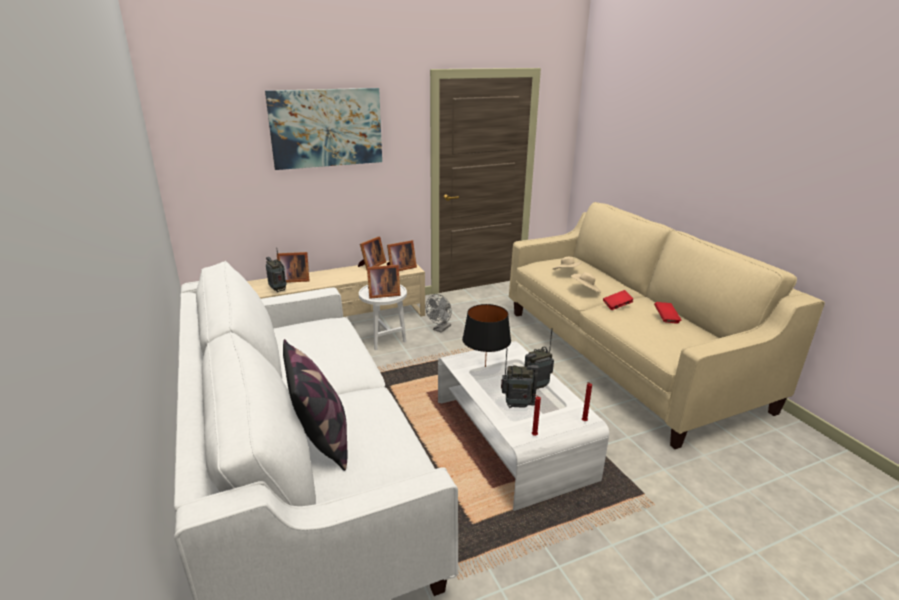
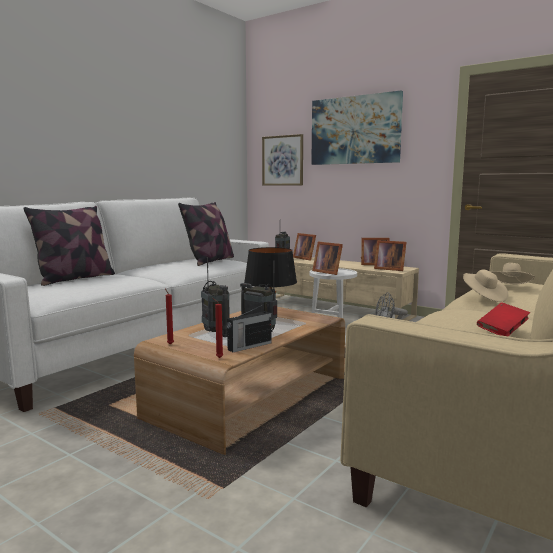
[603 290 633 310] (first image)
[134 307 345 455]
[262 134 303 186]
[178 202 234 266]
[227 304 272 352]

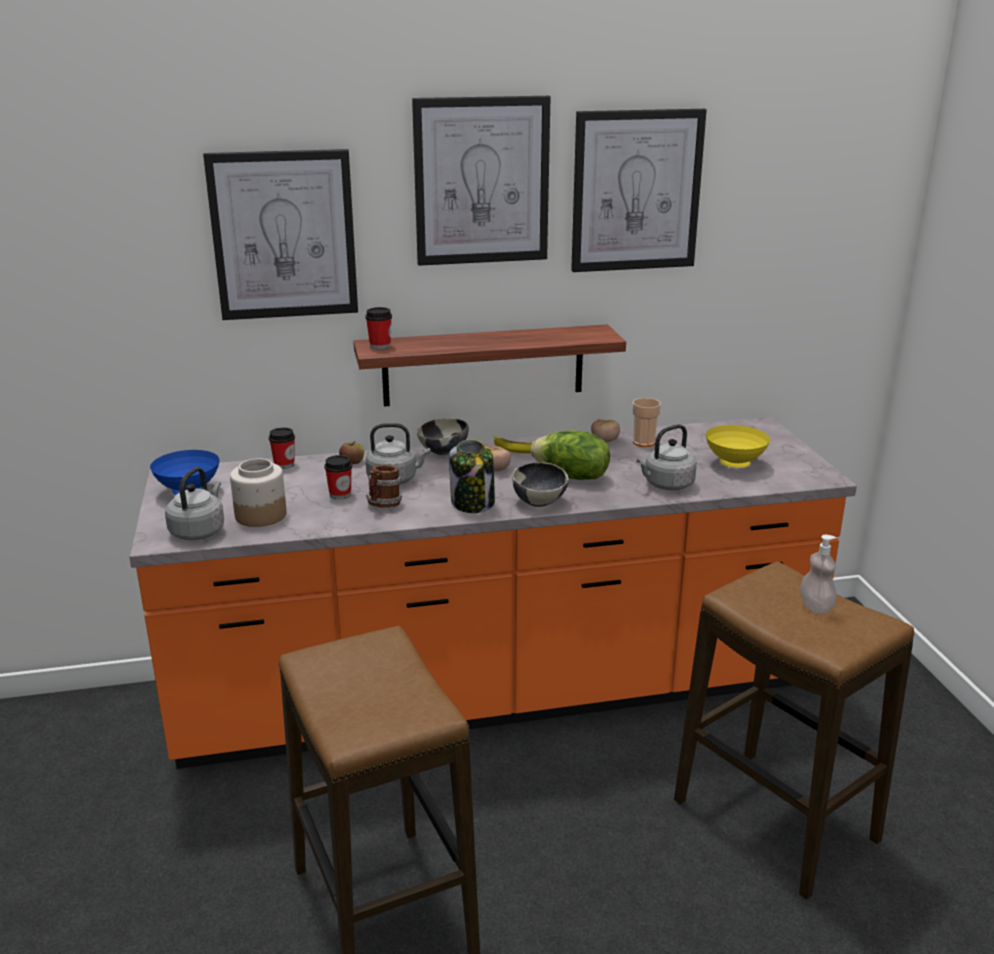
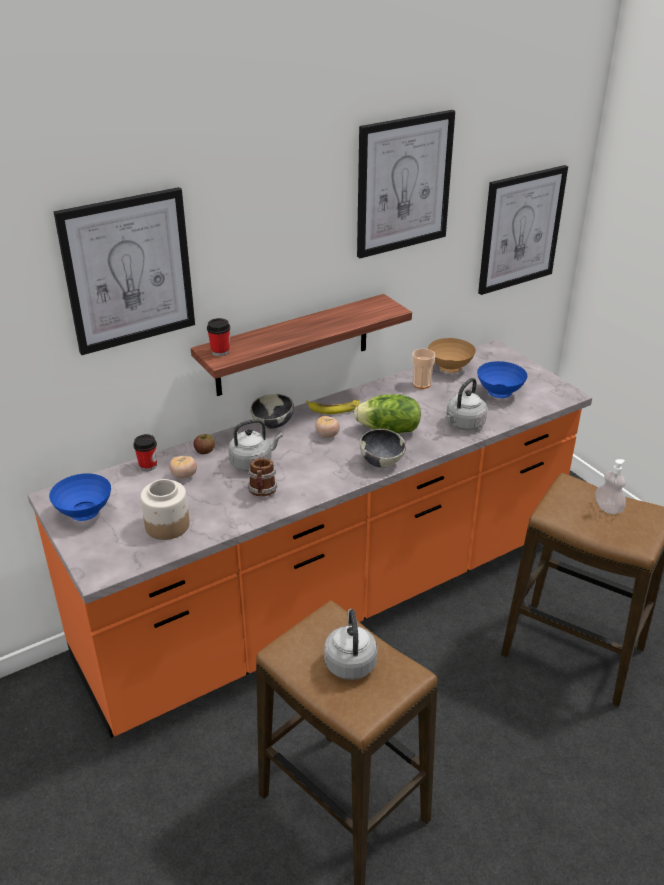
[478 165 568 295]
[169 456 197 479]
[477 361 527 398]
[449 439 495 513] (first image)
[324 455 352 500] (first image)
[324 609 377 680]
[428 338 476 373]

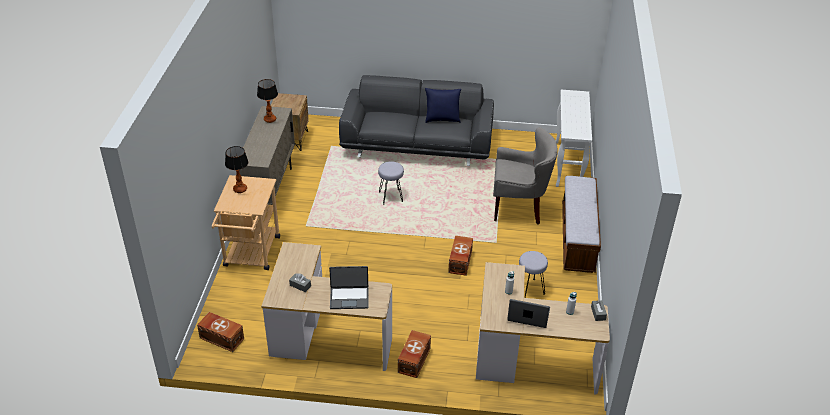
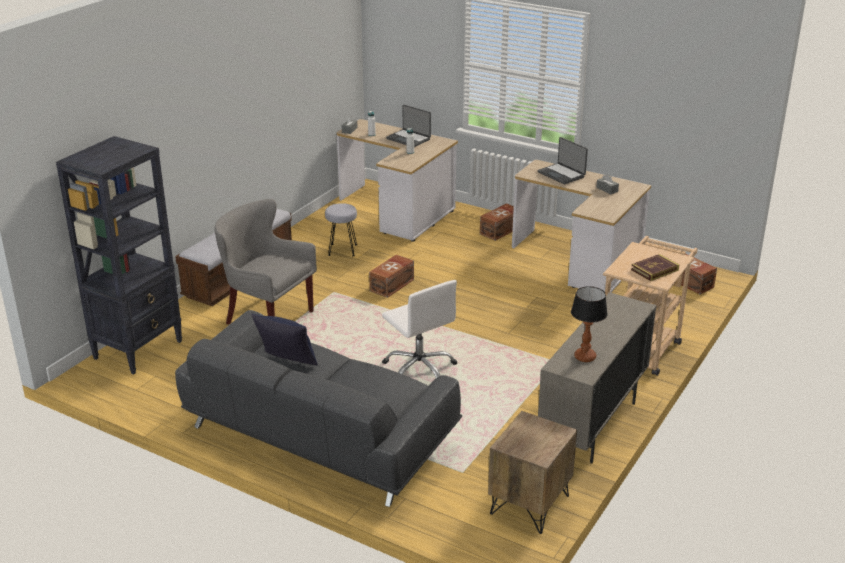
[56 136 182 375]
[631 254 679 281]
[382 280 457 378]
[538 137 588 184]

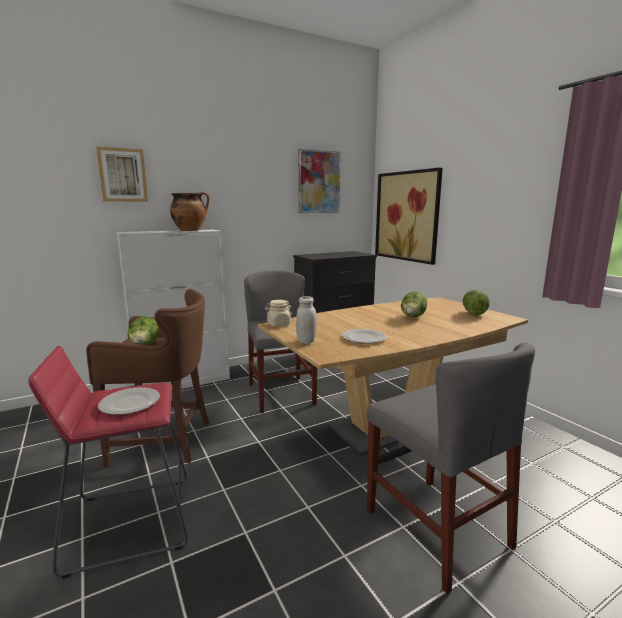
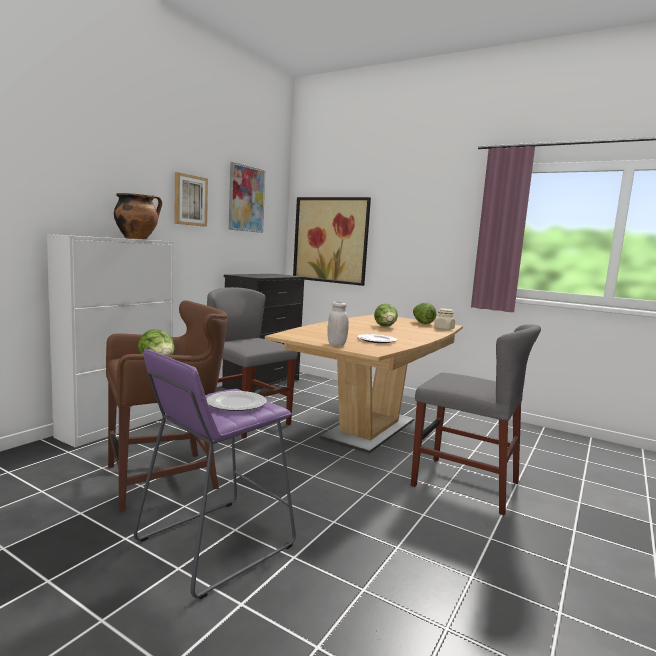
[174 172 208 227]
[434 309 455 330]
[134 349 296 600]

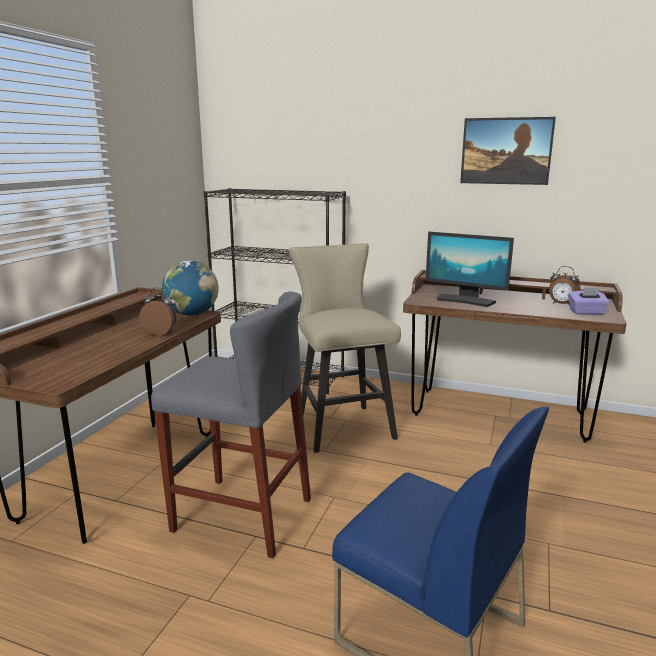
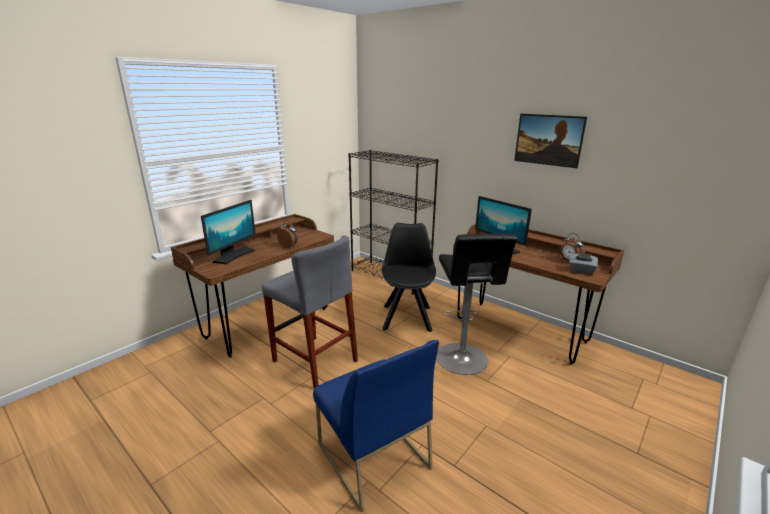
[382 223 436 332]
[162 261 218 316] (first image)
[569 252 598 274]
[201 200 256 265]
[436 233 517 375]

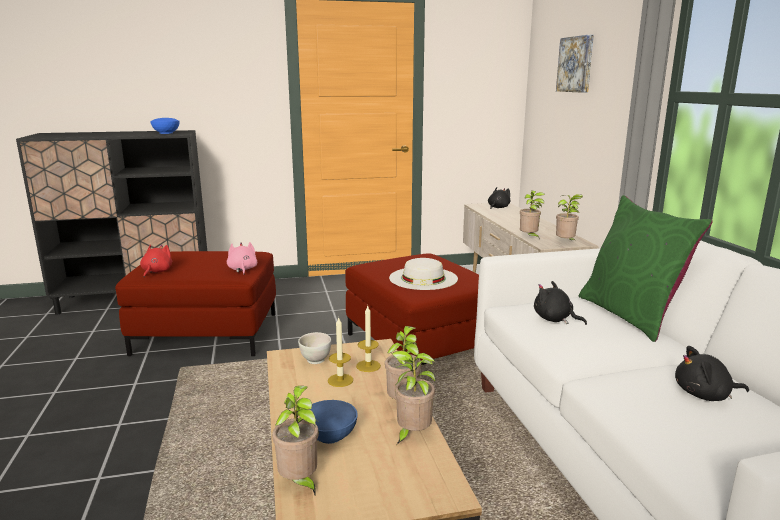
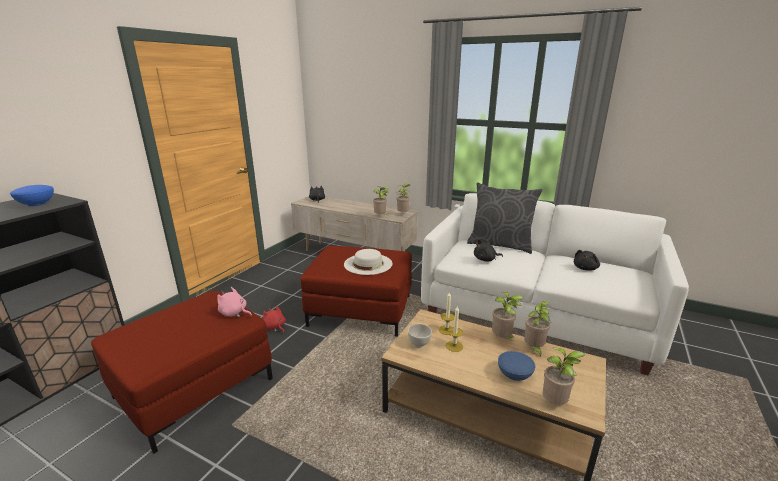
[556 35 594 93] (first image)
[467 182 542 254]
[263 306 286 333]

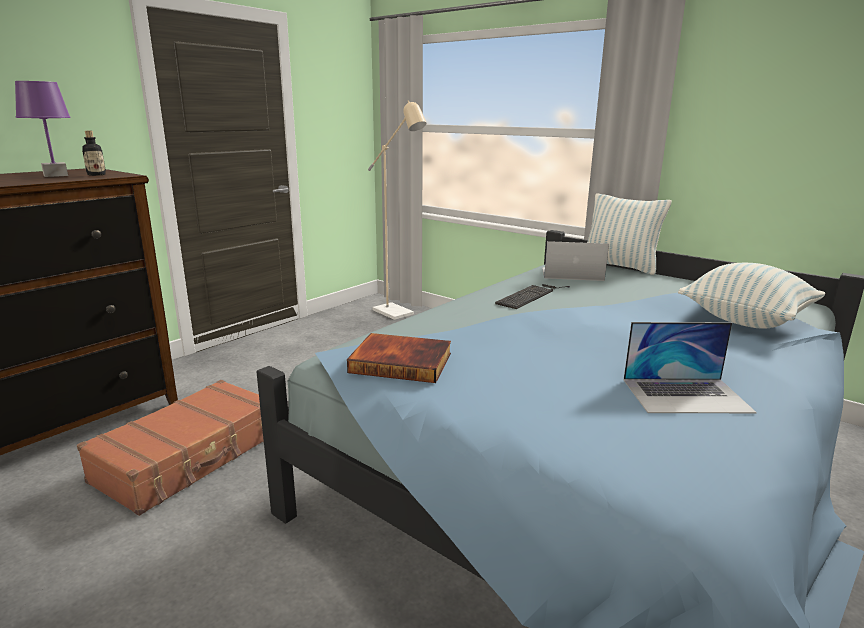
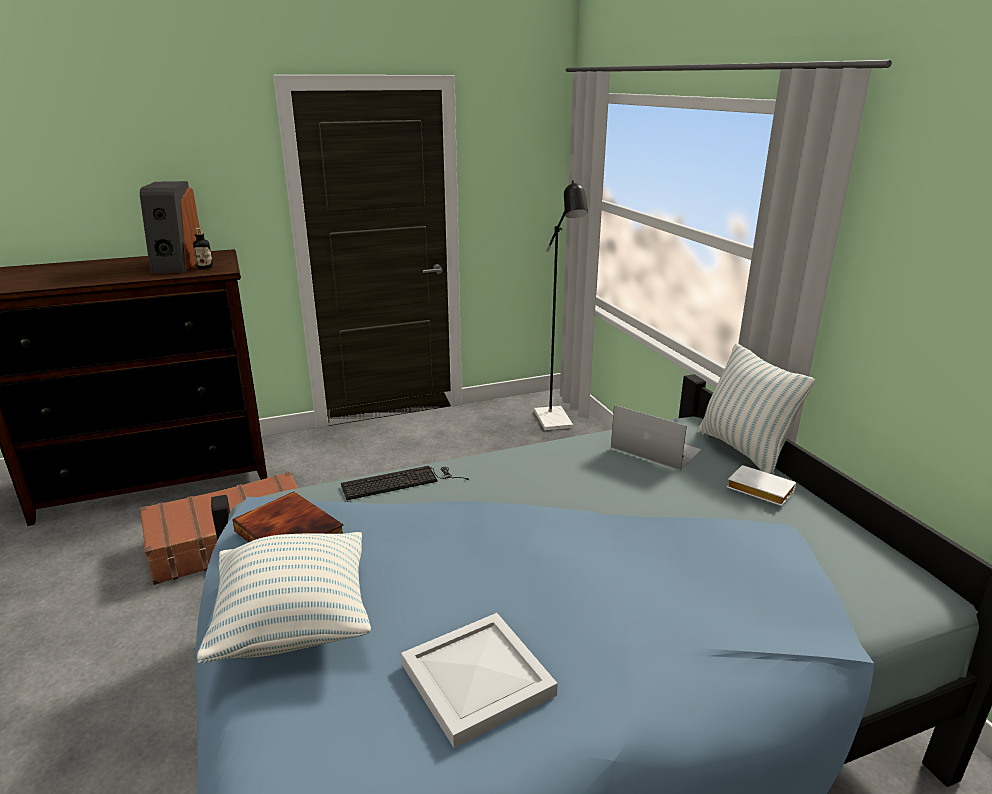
[140 181 200 273]
[534 180 588 430]
[197 532 371 664]
[341 466 469 500]
[401 613 558 748]
[727 465 796 506]

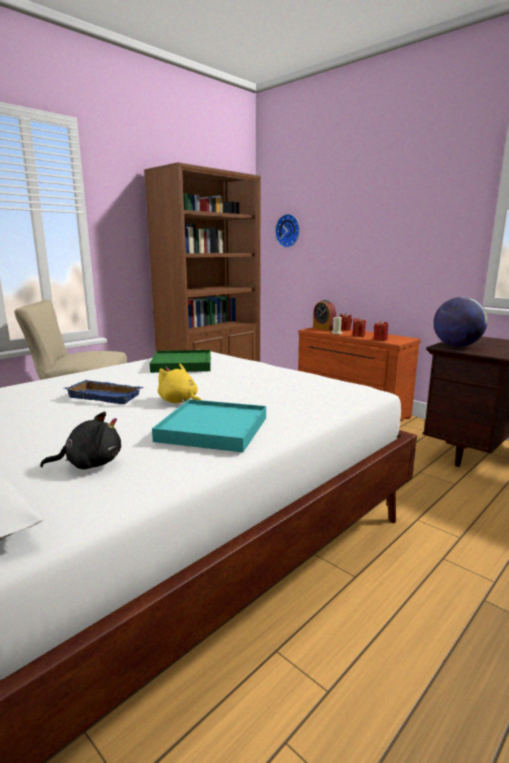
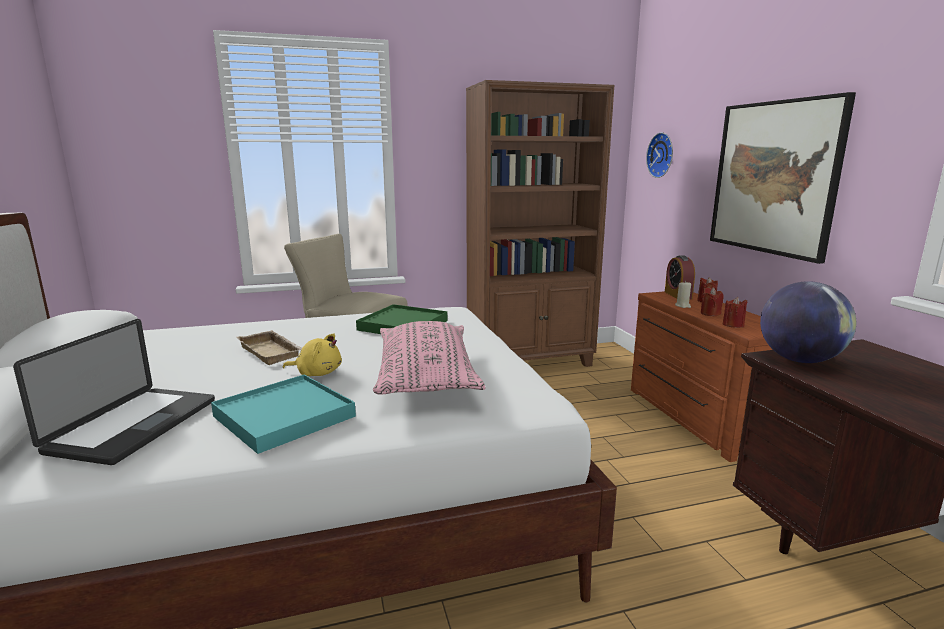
[283 333 342 376]
[237 330 302 365]
[13 319 215 465]
[710 92 856 264]
[373 321 485 395]

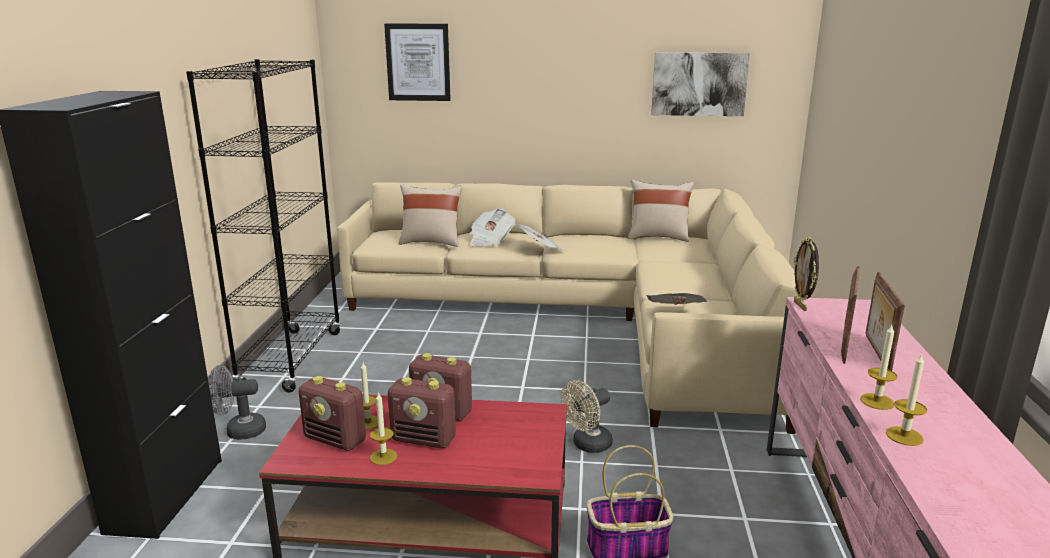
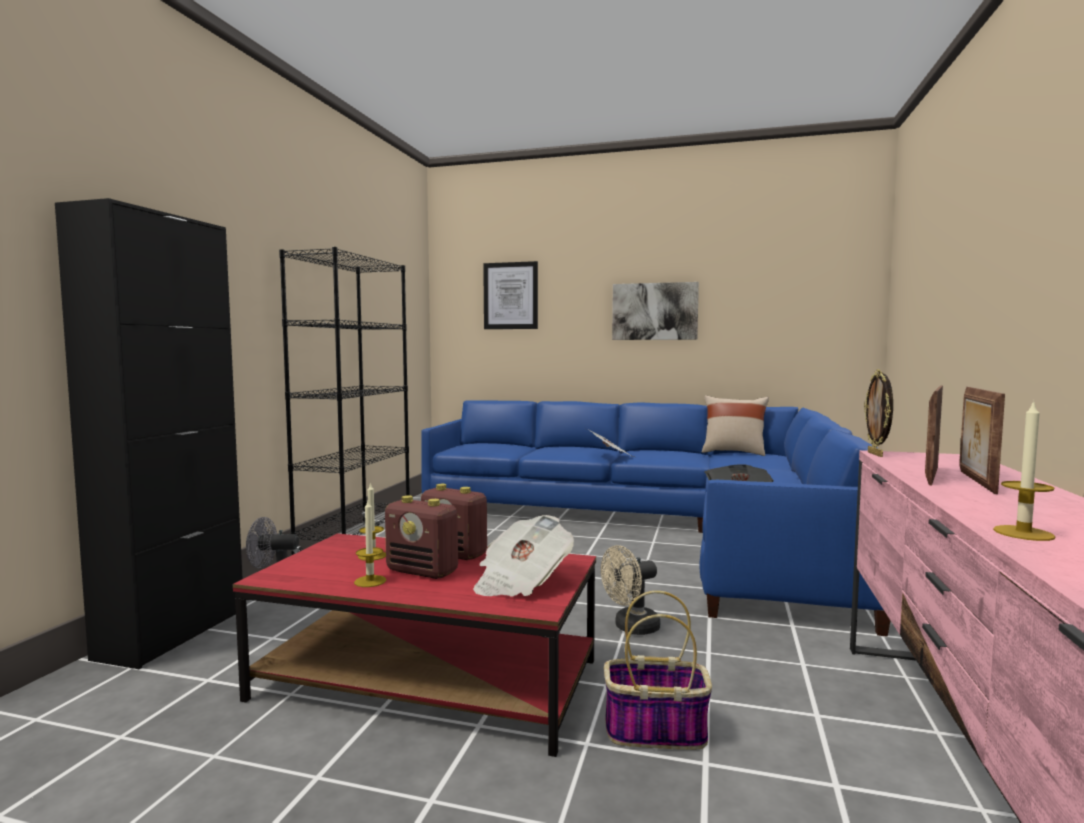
[612 282 699 340]
[421 400 890 637]
[398 184 462 247] (first image)
[473 515 574 597]
[860 325 897 410] (first image)
[299 376 366 451] (first image)

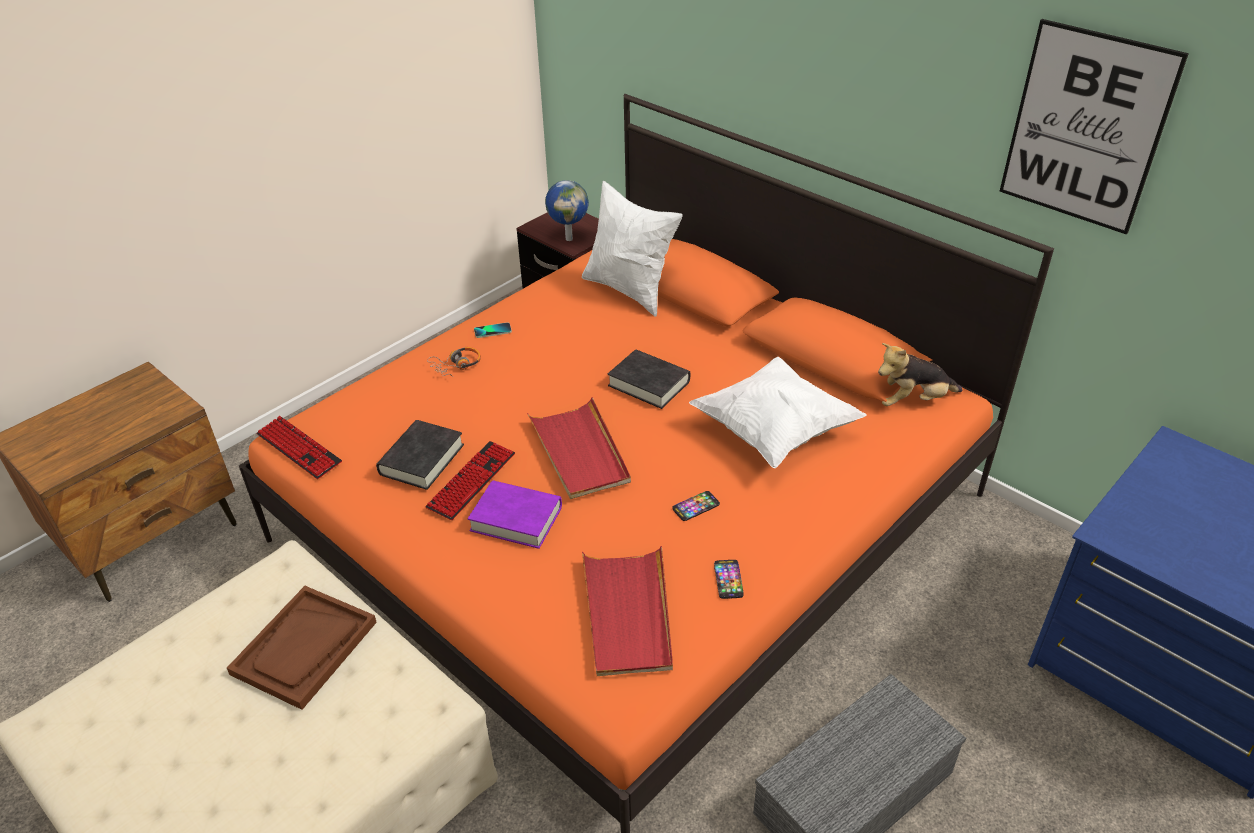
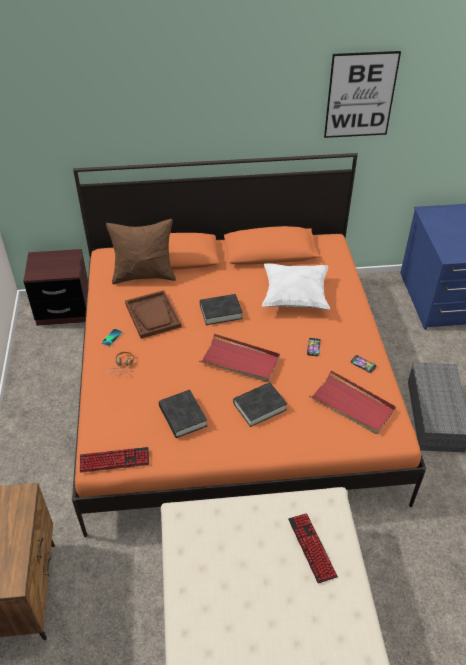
[545 180 589 241] (first image)
[106 219 176 284]
[878 343 963 406] (first image)
[288 513 338 584]
[233 382 287 427]
[125 290 182 339]

